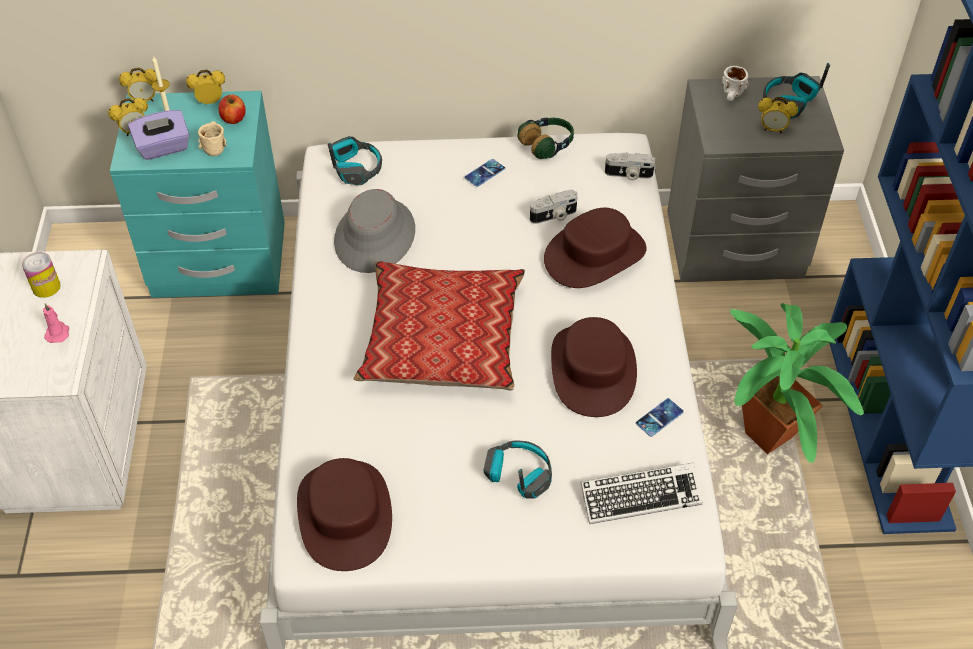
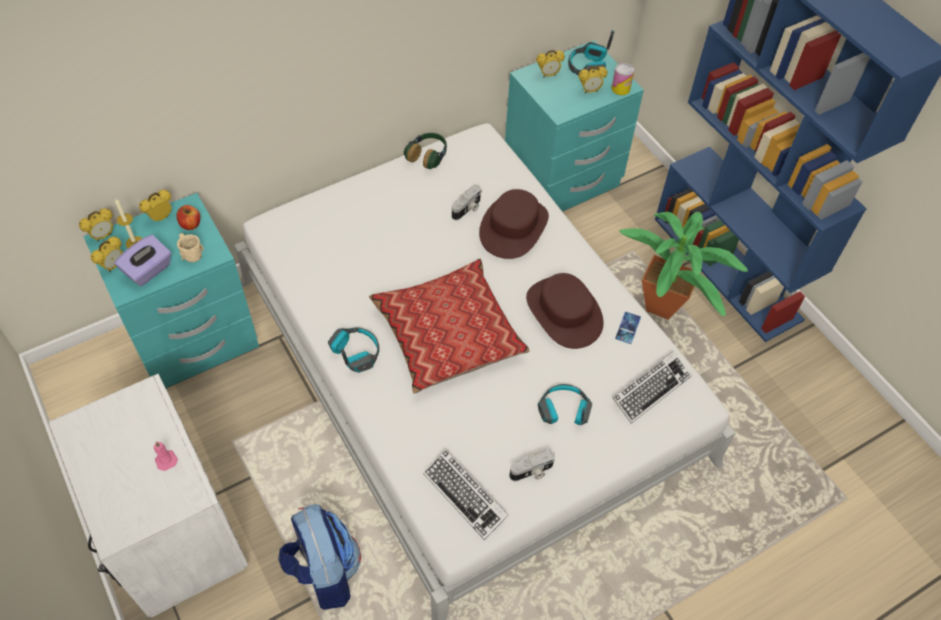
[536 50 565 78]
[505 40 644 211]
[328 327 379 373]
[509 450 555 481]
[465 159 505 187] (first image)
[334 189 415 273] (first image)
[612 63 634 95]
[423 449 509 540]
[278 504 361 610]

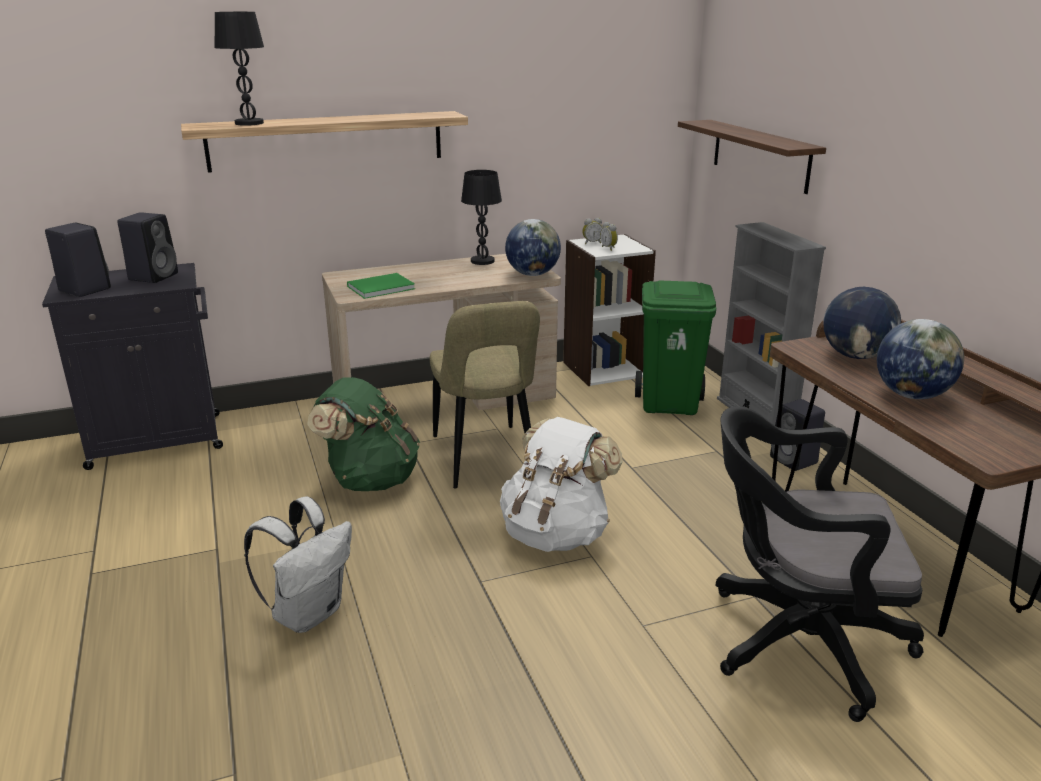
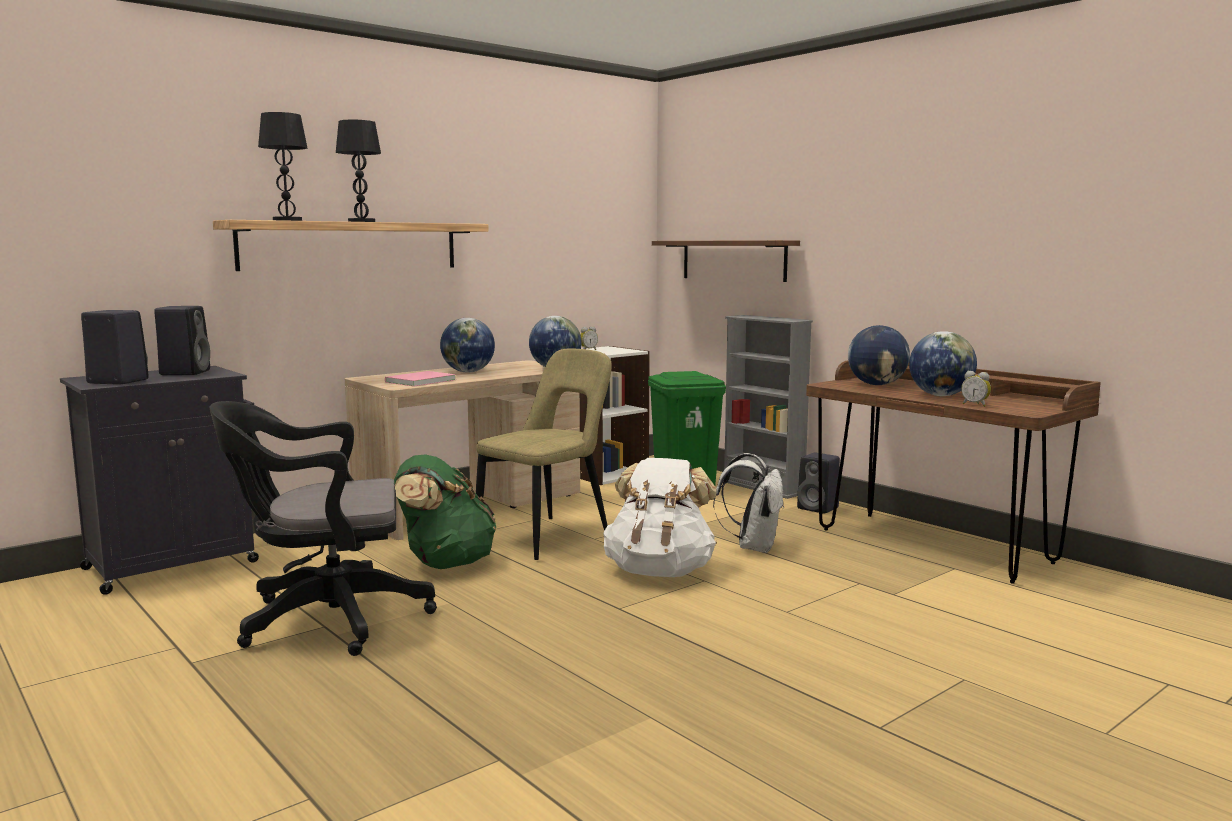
[336 120 381 222]
[961 371 991 407]
[385 371 456 387]
[476 349 612 560]
[210 401 437 656]
[713 453 784 553]
[440 318 495 373]

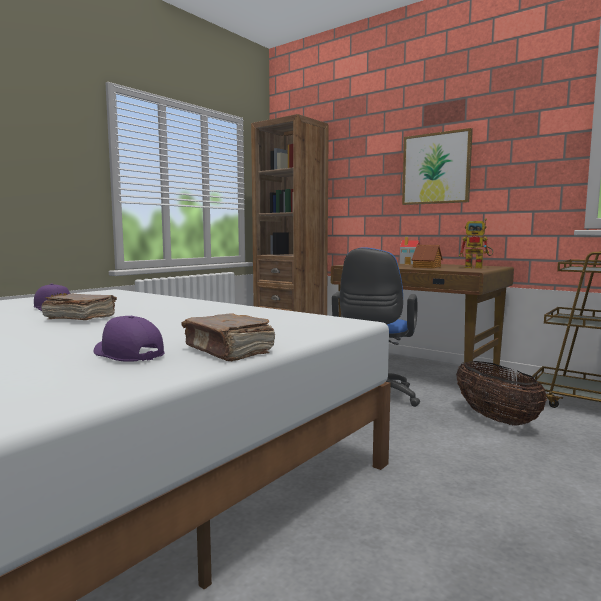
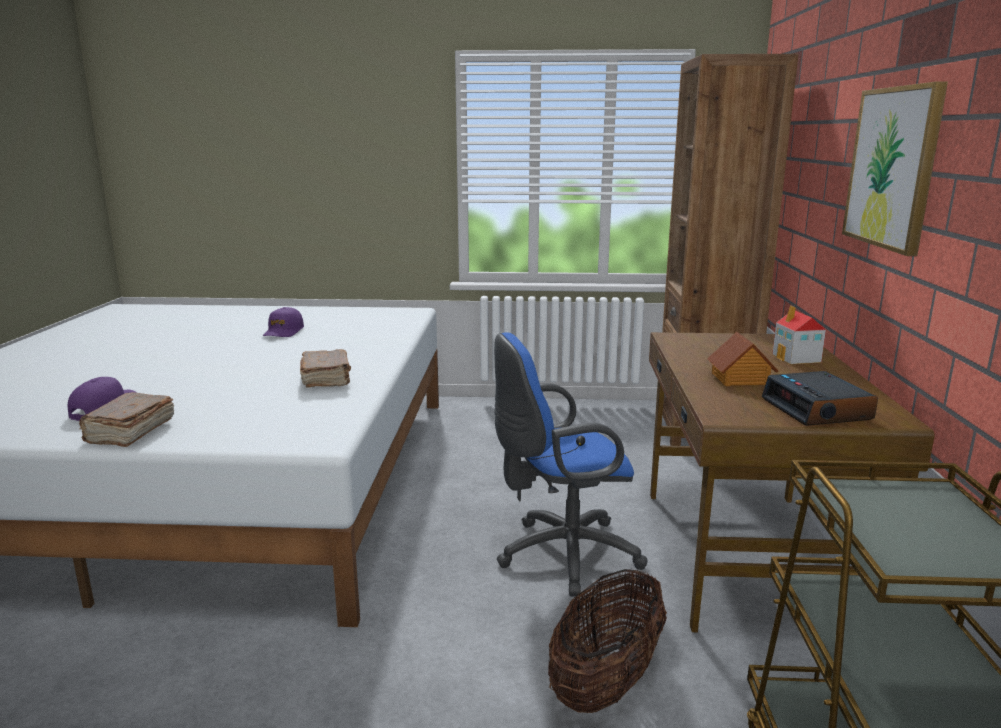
[762 371 878 426]
[300 349 351 388]

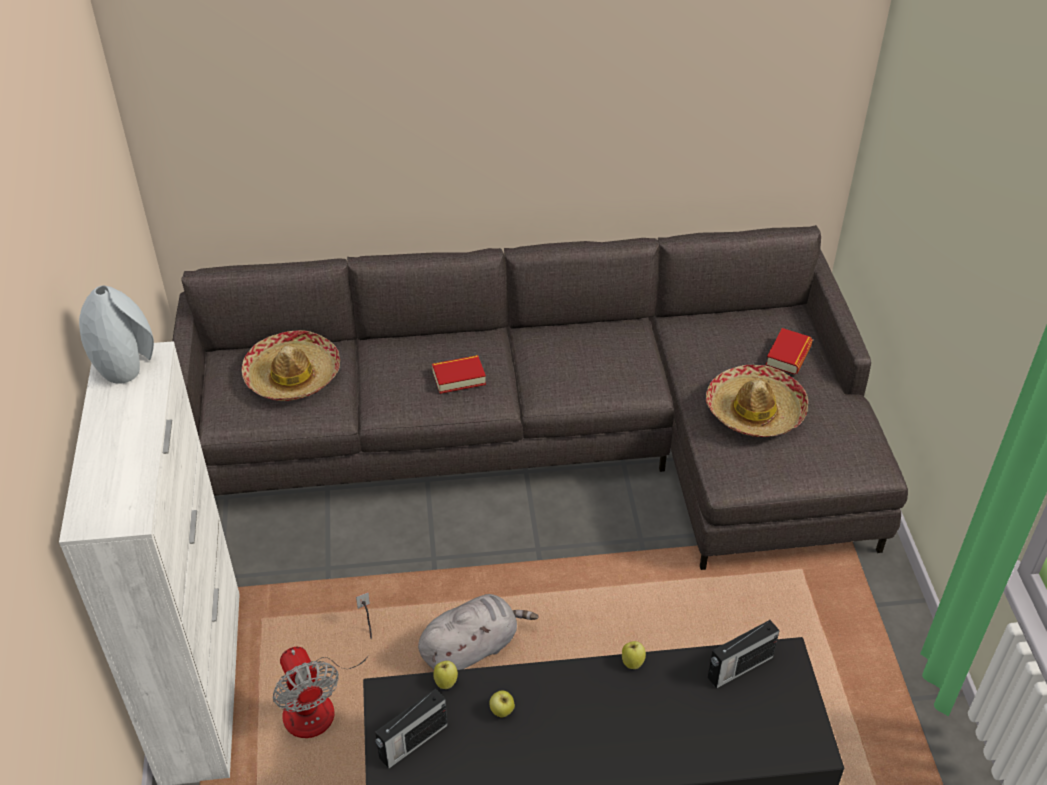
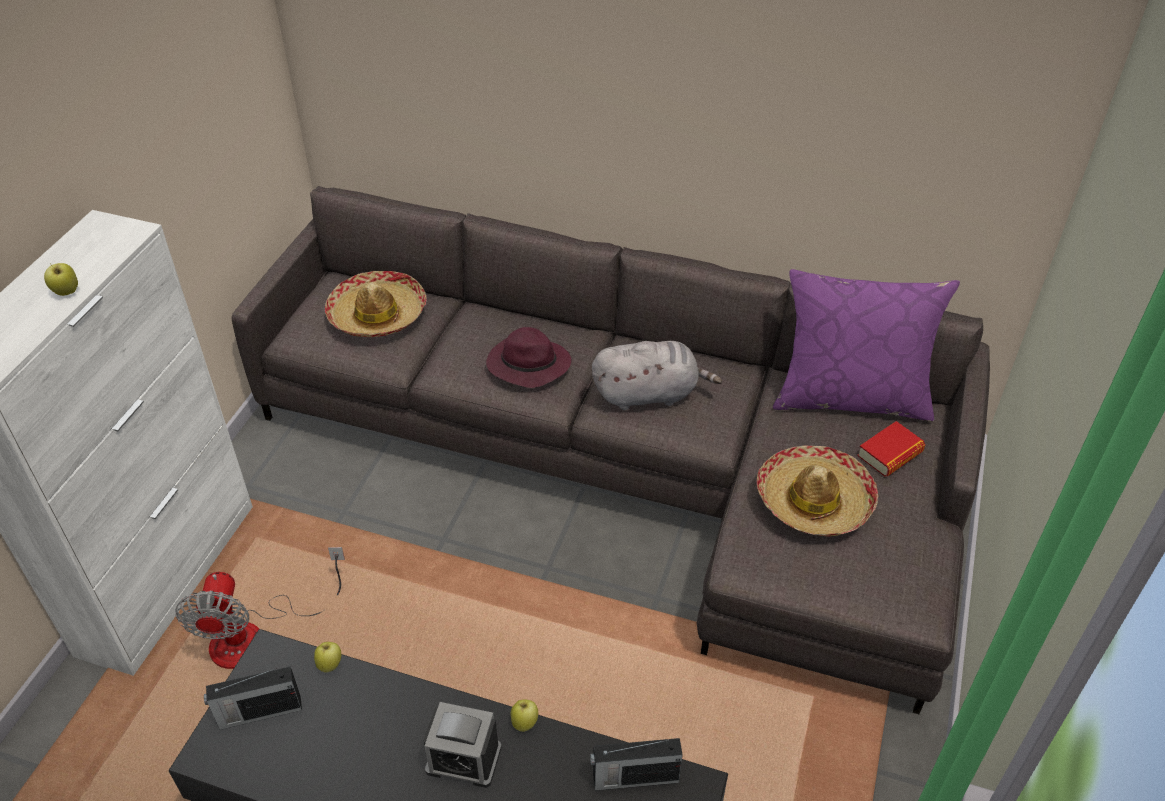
[79 286 154 384] (first image)
[486 327 572 388]
[592 341 722 410]
[44 263 78 296]
[773 269 960 422]
[424 702 502 788]

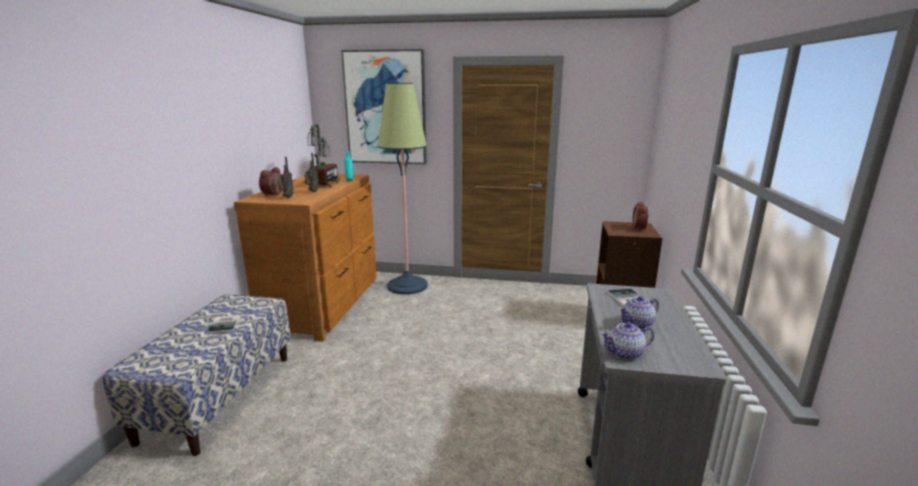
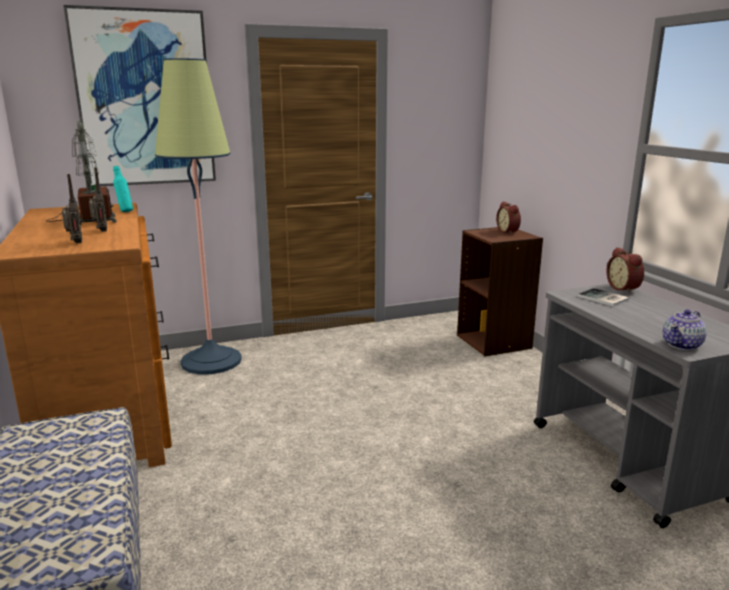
[606 247 644 294]
[619 296 659 329] (first image)
[207 315 241 334] (first image)

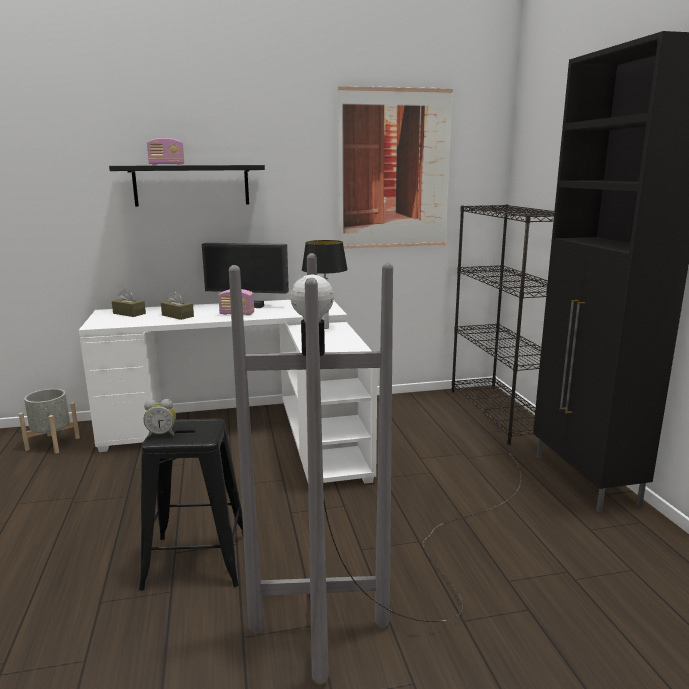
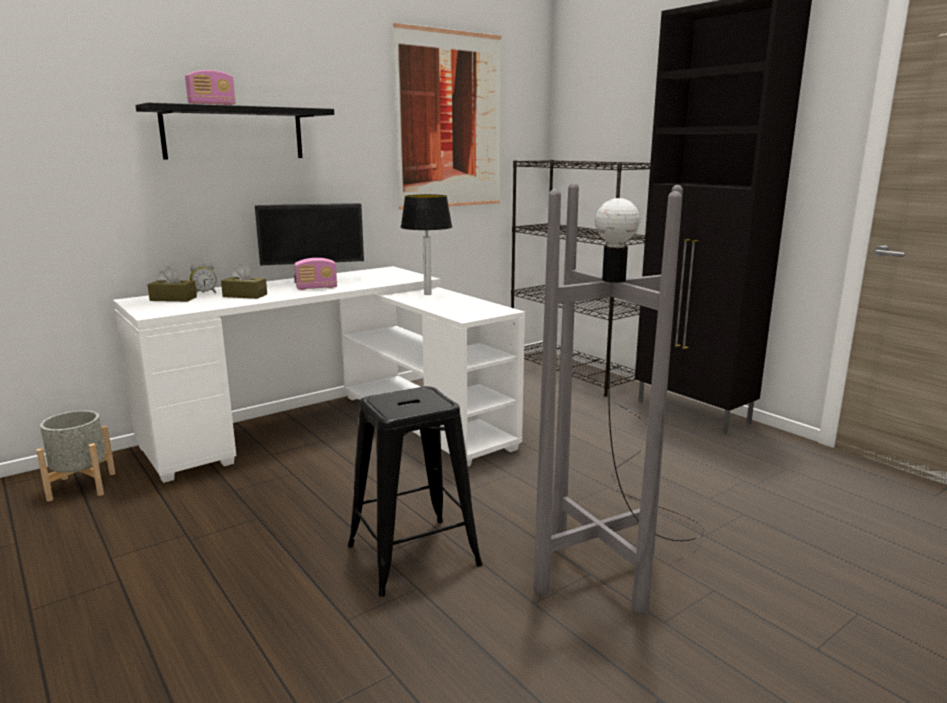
[190 263 217 293]

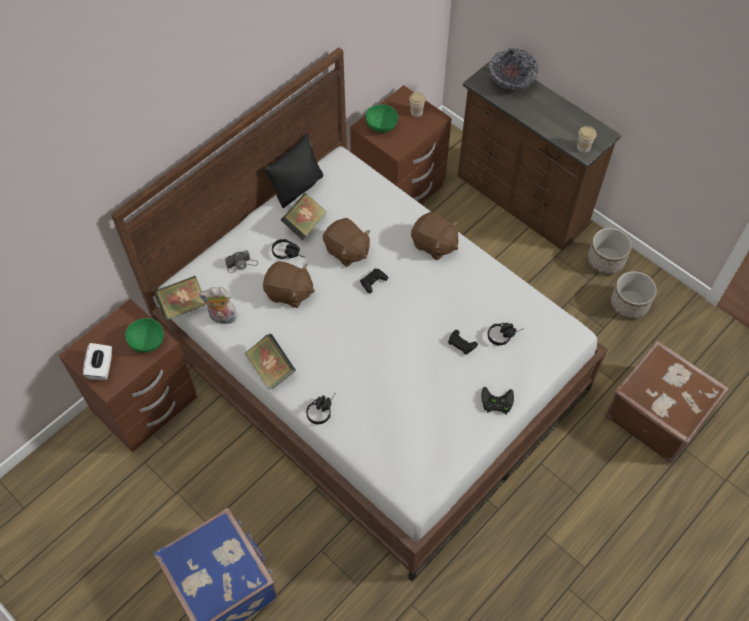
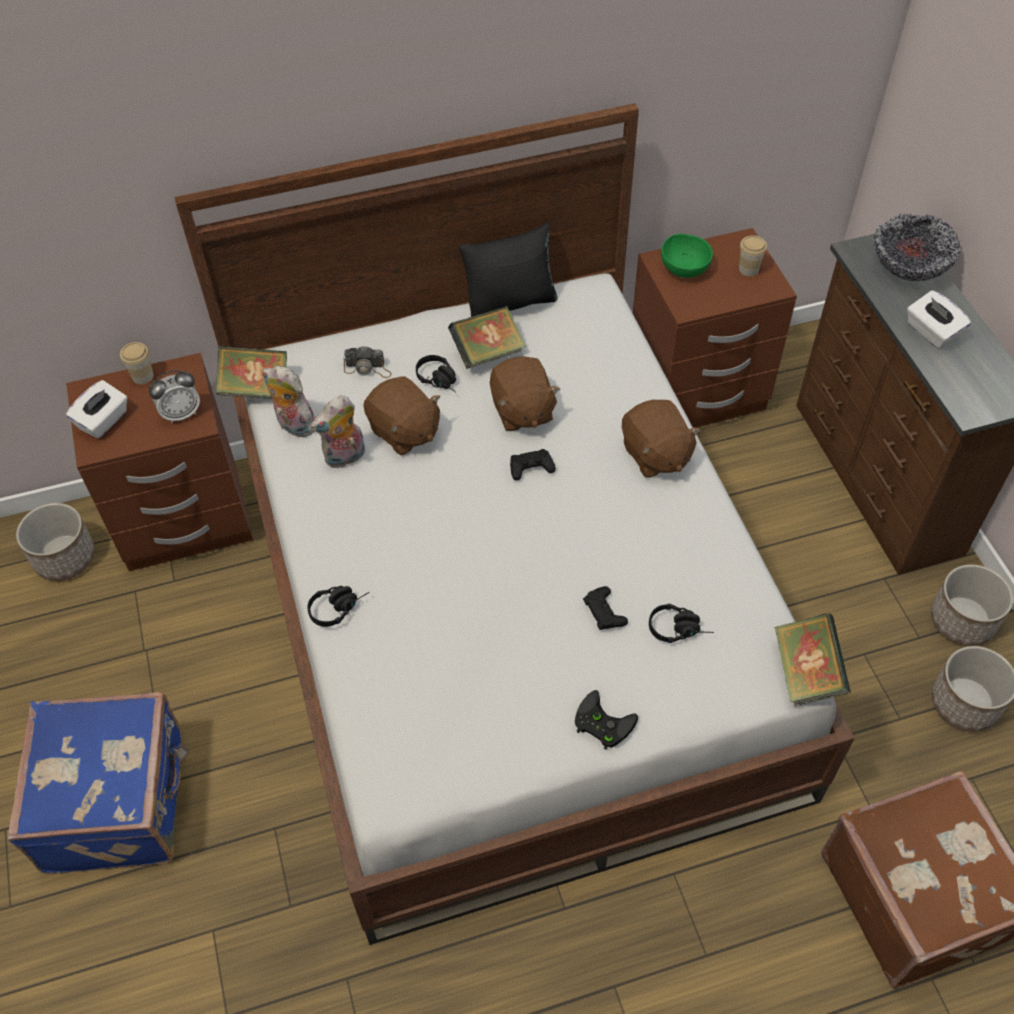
[120 342 154 384]
[149 370 200 423]
[774 613 851 706]
[907 290 971 349]
[311 395 365 468]
[16 503 95 581]

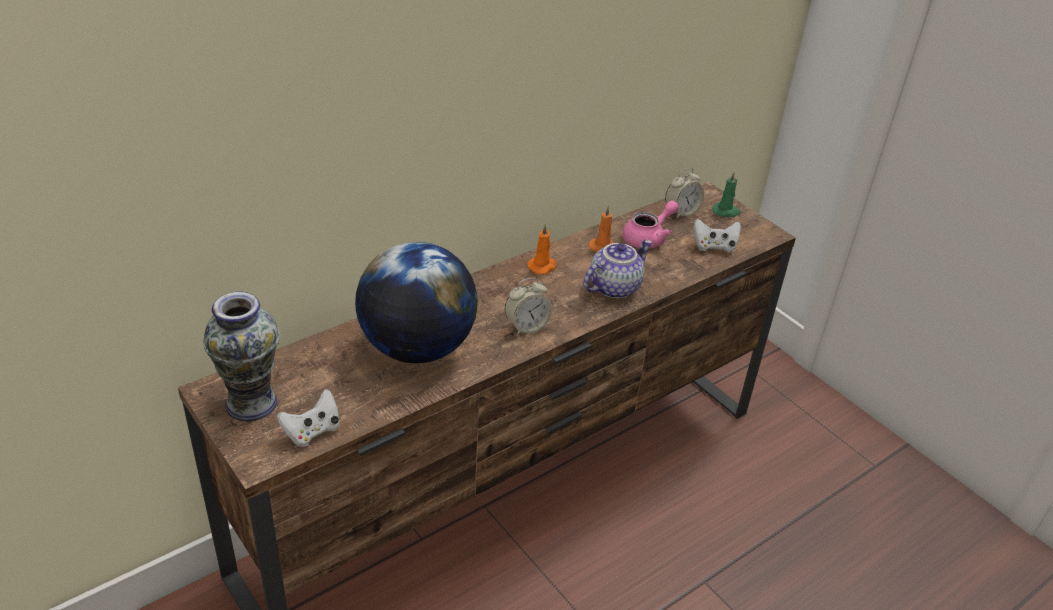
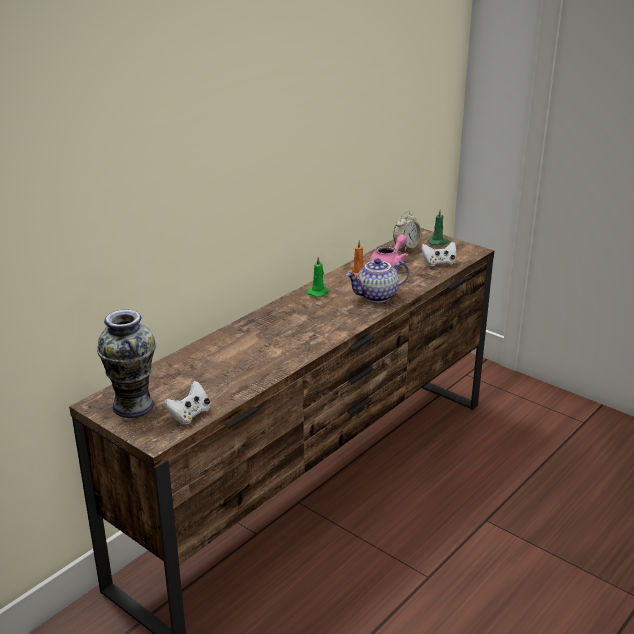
[307 256 329 297]
[346 258 409 303]
[355 242 478 363] (first image)
[505 278 552 335] (first image)

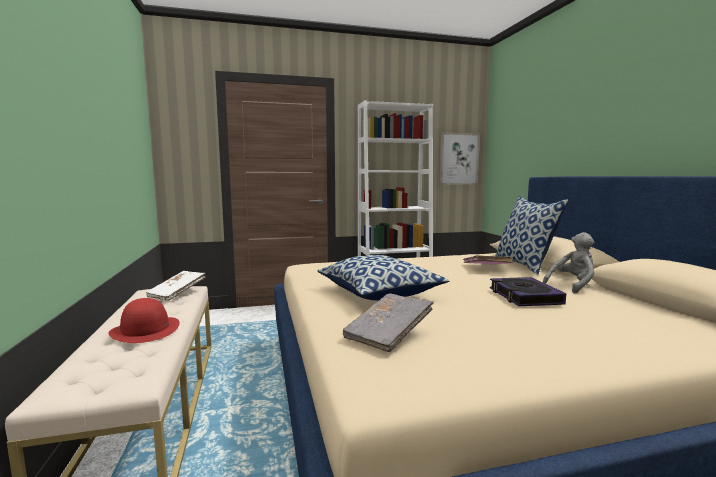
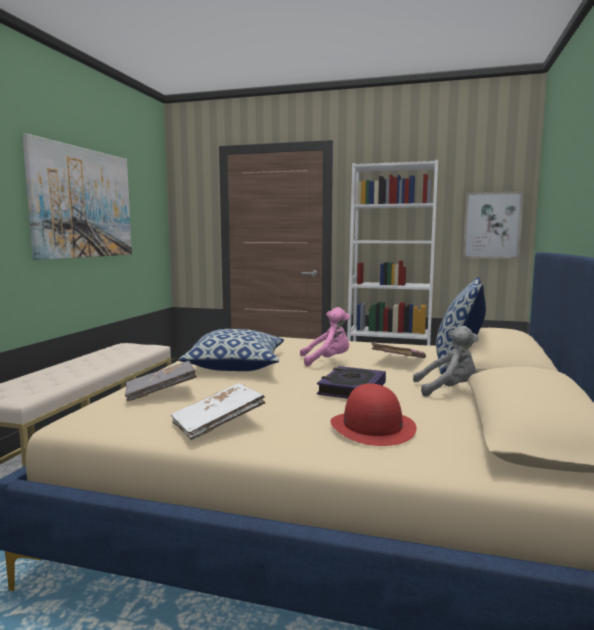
[171 383 265 440]
[331 383 416 446]
[22 134 132 260]
[300 307 350 367]

